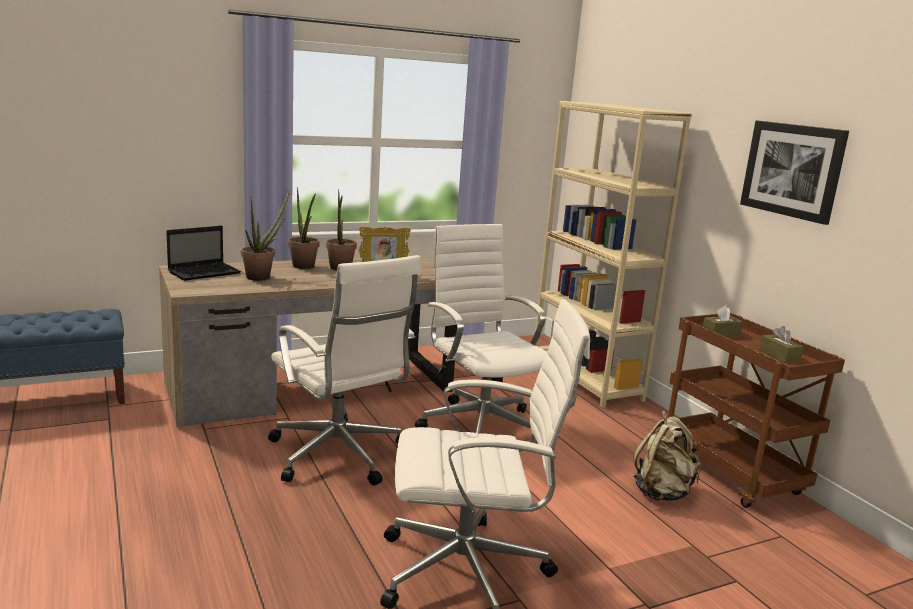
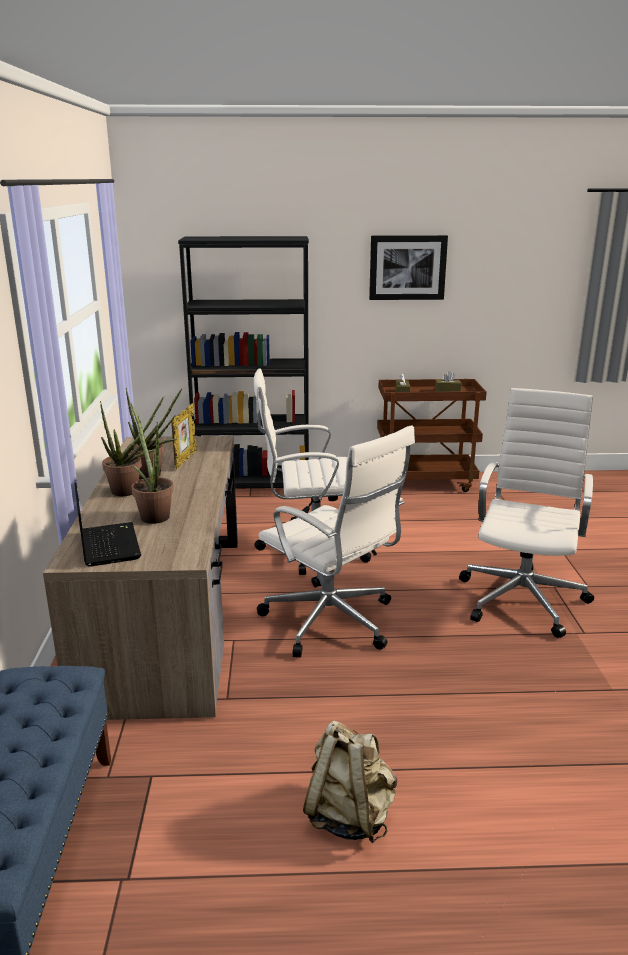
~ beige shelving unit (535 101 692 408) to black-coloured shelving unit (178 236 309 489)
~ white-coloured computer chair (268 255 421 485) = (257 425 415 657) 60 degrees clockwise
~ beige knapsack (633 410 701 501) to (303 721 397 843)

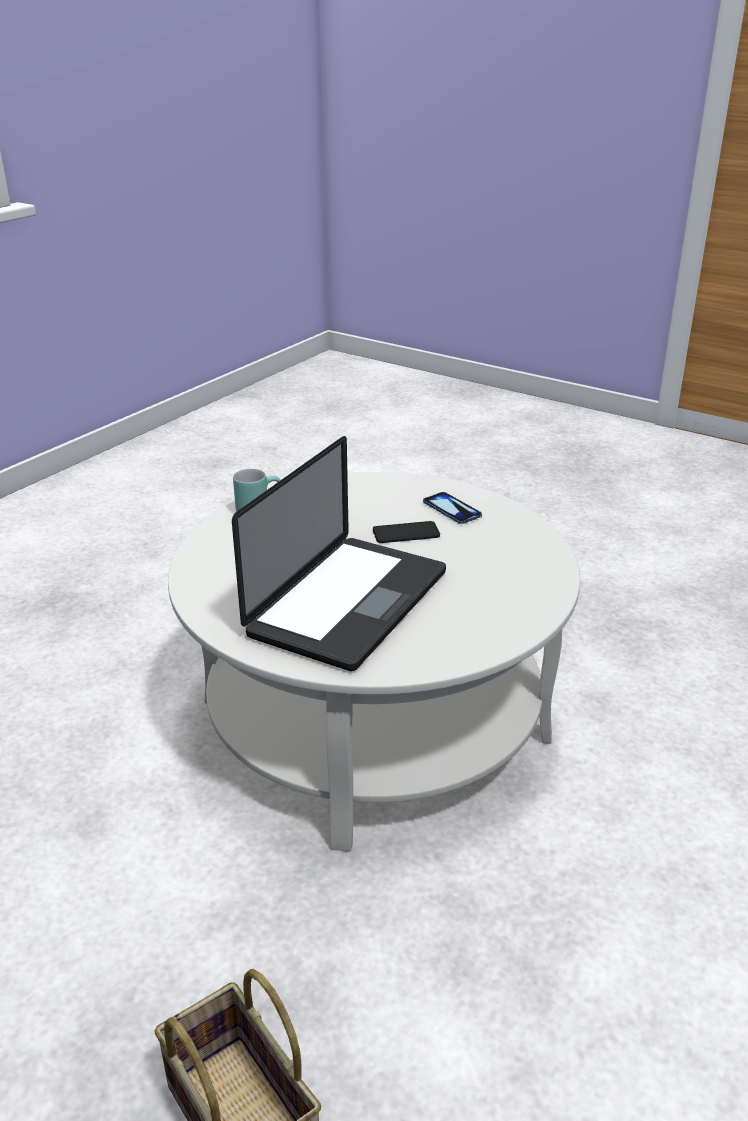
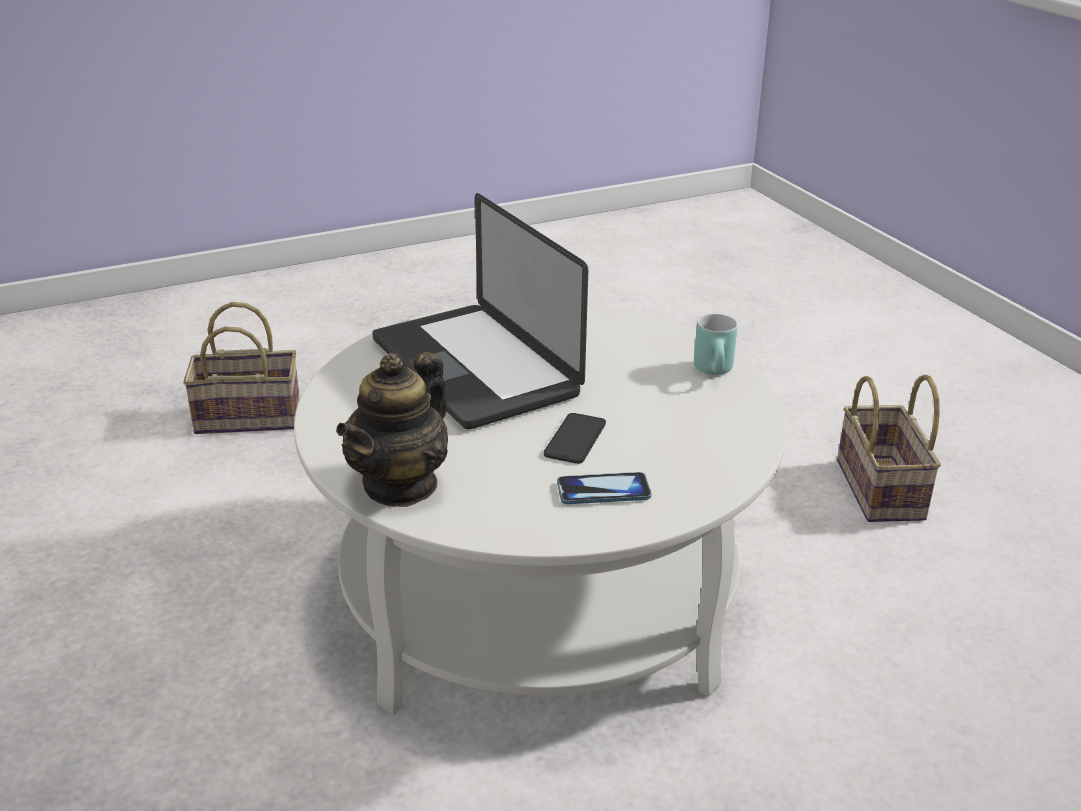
+ pot for tea (336 352 448 507)
+ household basket (837 374 941 522)

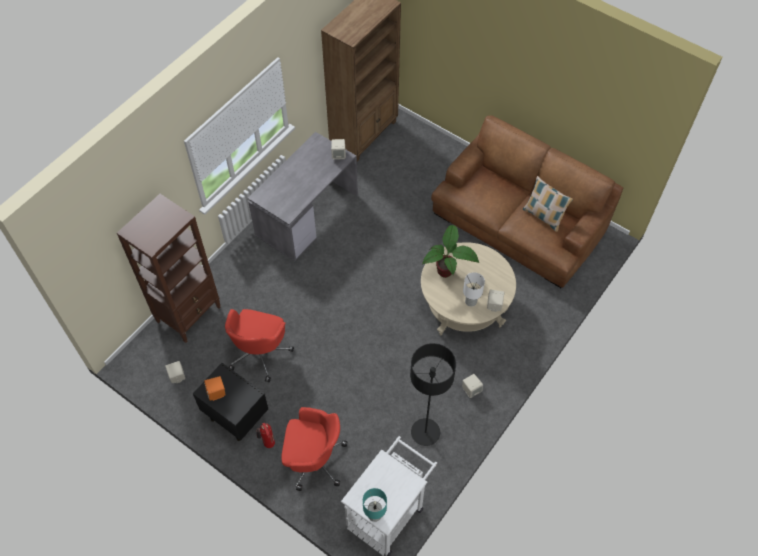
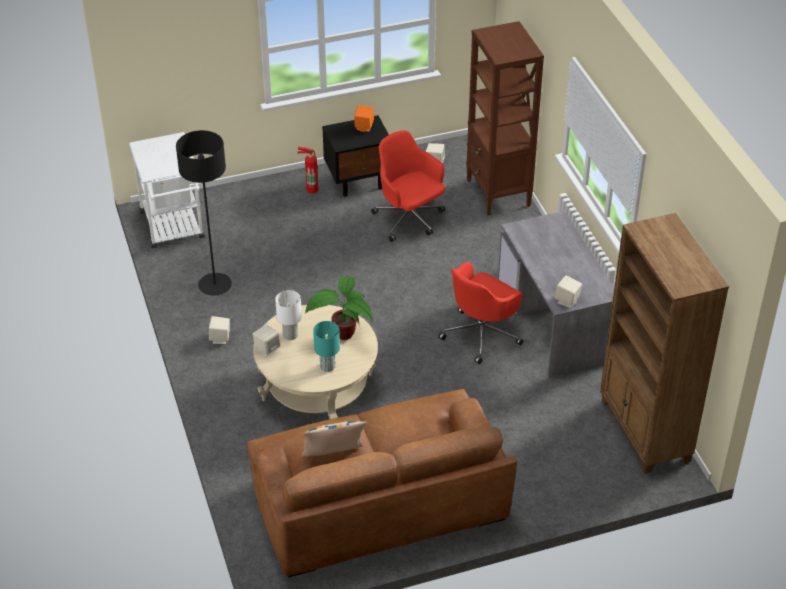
~ turquoise-coloured lamp for a table (363 488 387 522) to (313 321 340 372)
~ red-coloured computer chair (281 407 347 491) to (438 262 524 364)

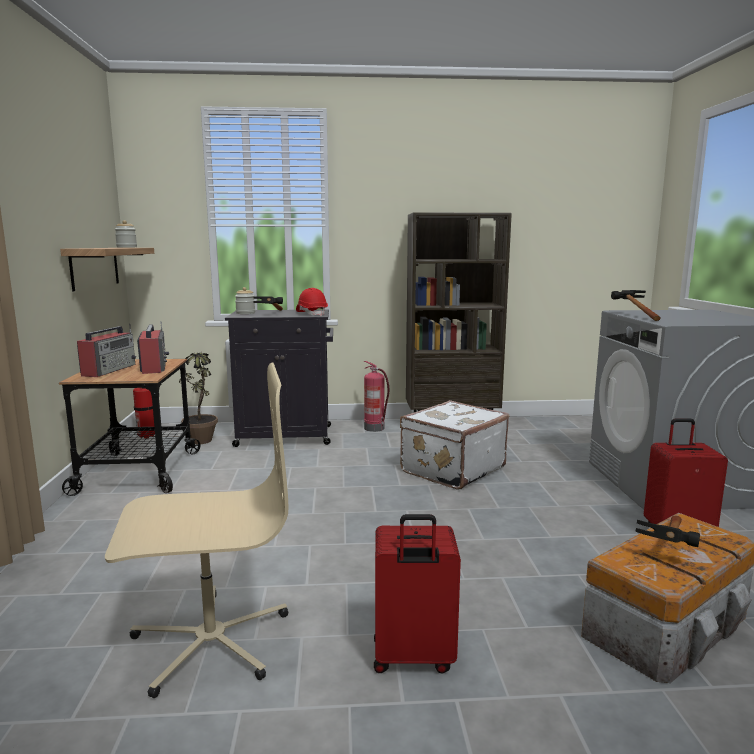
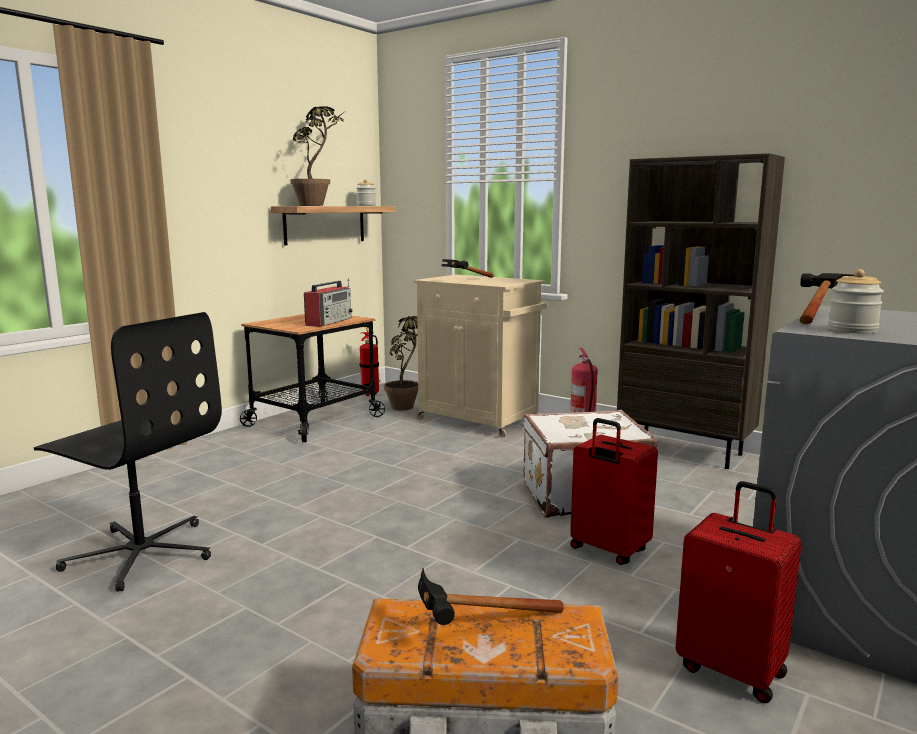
~ beige computer chair (105 363 289 698) to black-coloured computer chair (34 312 222 592)
+ plant in a pot (290 106 344 206)
~ black-coloured cabinet (225 310 333 447) to beige cabinet (414 275 547 438)
~ red-coloured piece of luggage (374 514 461 674) to (570 418 658 565)
~ jar (235 287 255 314) to (828 269 884 334)
- radio (77 324 136 377)
- red-coloured hard hat (296 288 328 316)

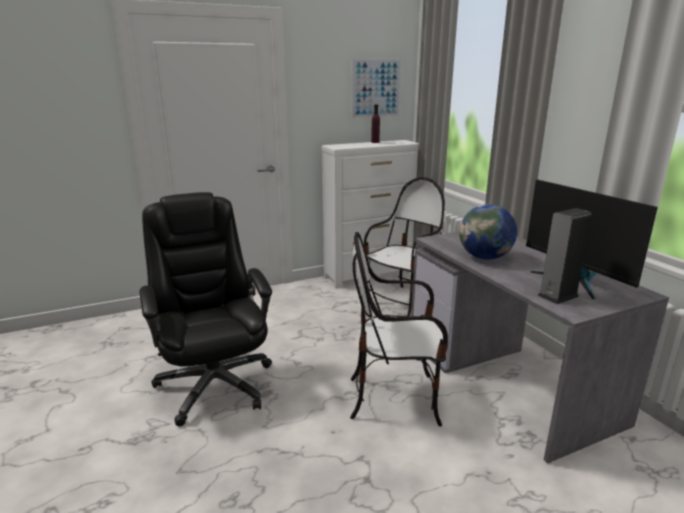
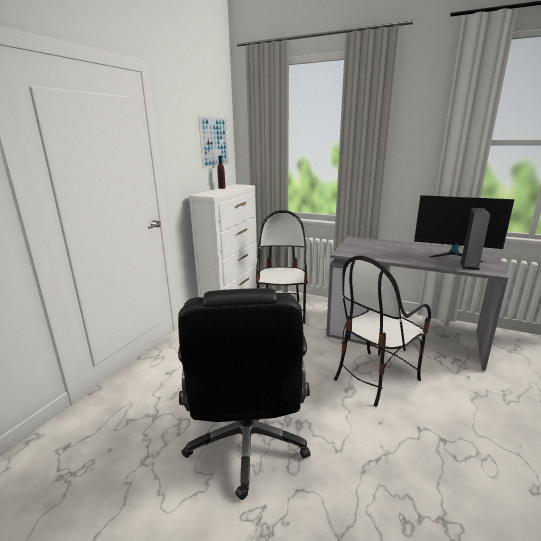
~ black-coloured computer chair (139 192 272 426) = (178 288 311 500) 120 degrees counterclockwise
- desk globe (459 204 517 260)

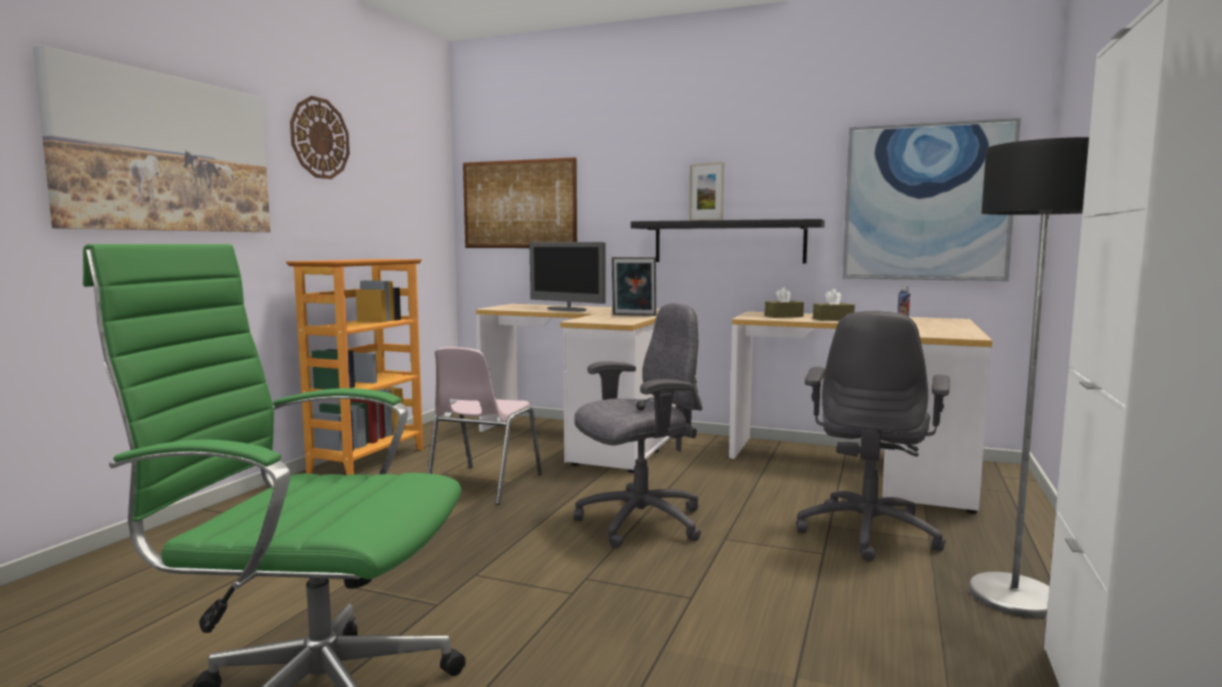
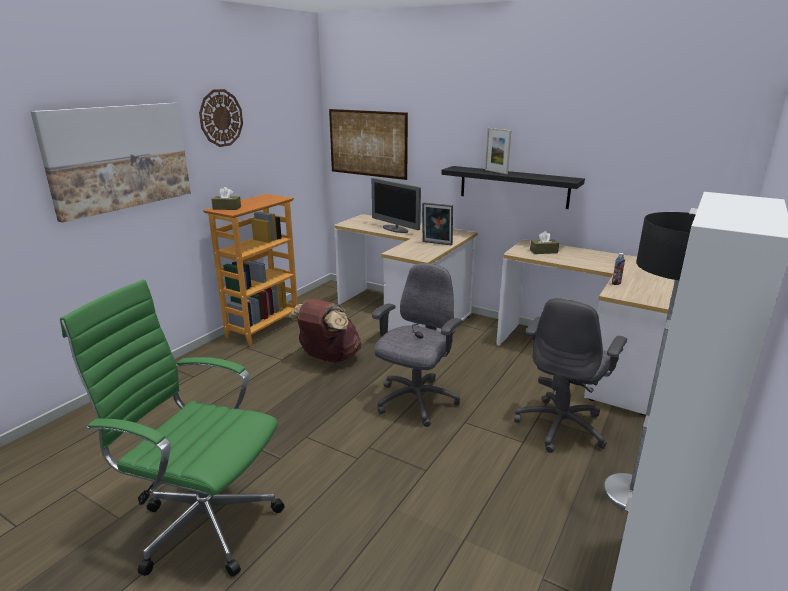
~ brown tissue box (813 289 855 321) to (211 187 241 210)
~ pink-coloured upright chair (427 347 542 505) to brown knapsack (288 299 361 363)
~ greyish computer chair (573 303 702 548) = (372 263 462 427) 45 degrees counterclockwise
- wall art (842 118 1021 281)

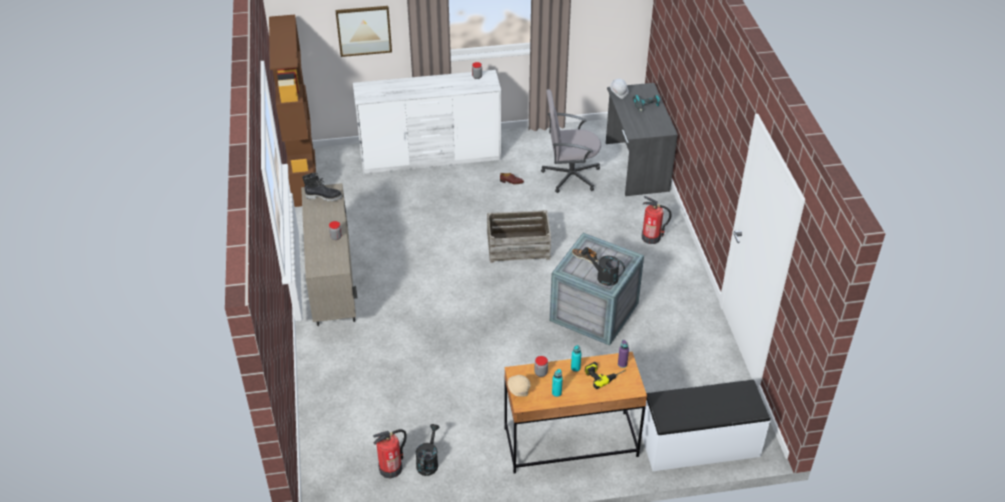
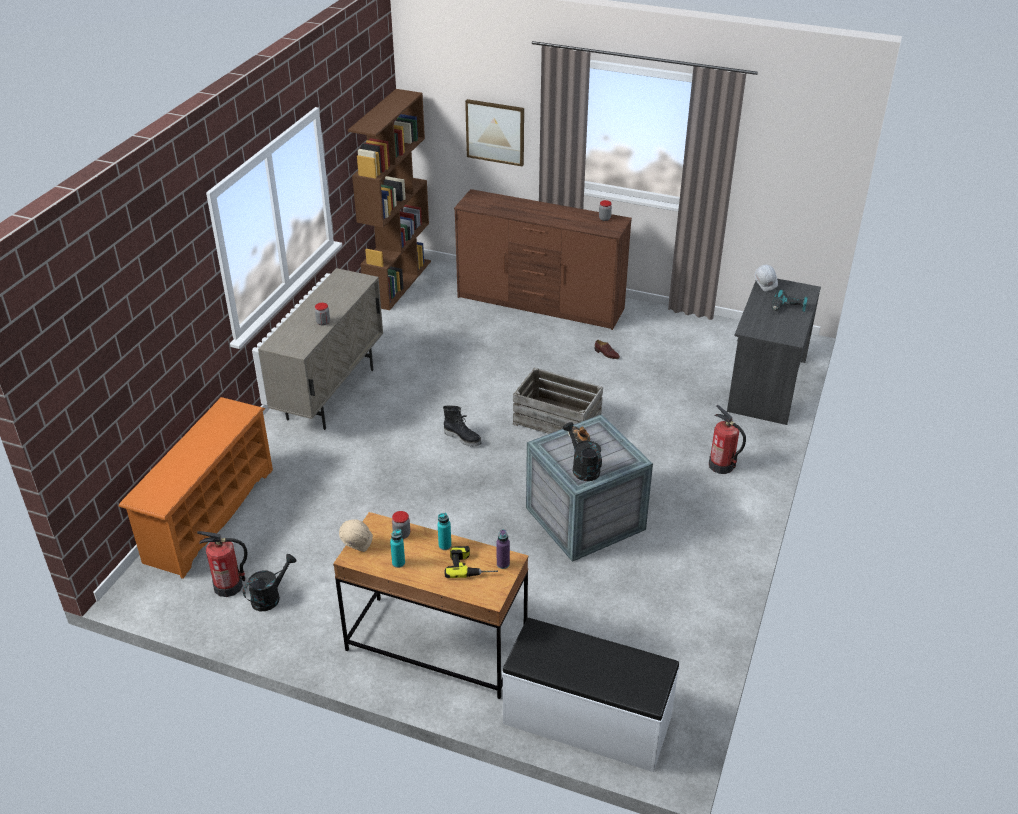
+ orange-coloured shoe shelf (118 397 273 579)
~ black-coloured boot (302 173 342 202) to (443 405 481 447)
~ white-coloured dresser (353 70 501 175) to brown dresser (454 189 632 330)
- greyish computer chair (541 89 601 193)

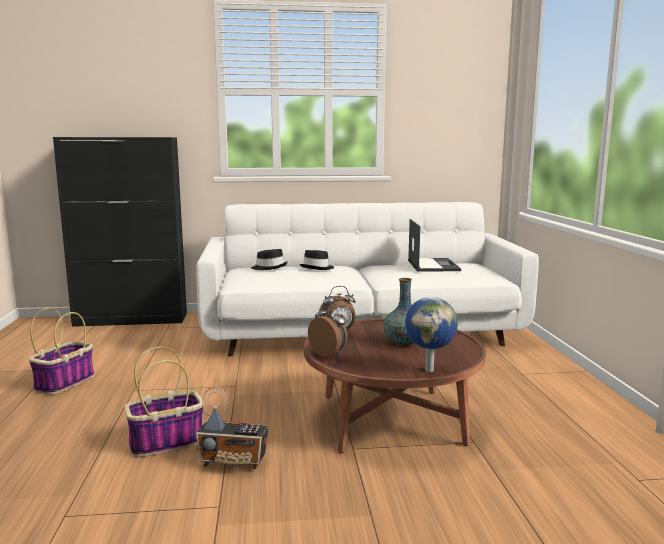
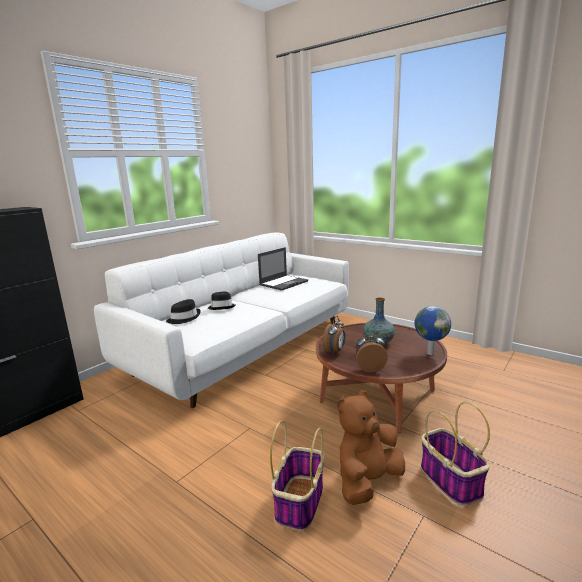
~ notebook computer (408 219 461 272) = (258 247 308 291) 90 degrees clockwise
~ radio (196 387 268 469) to brown plush toy (337 390 405 505)
~ household basket (29 308 94 395) to (421 401 490 506)

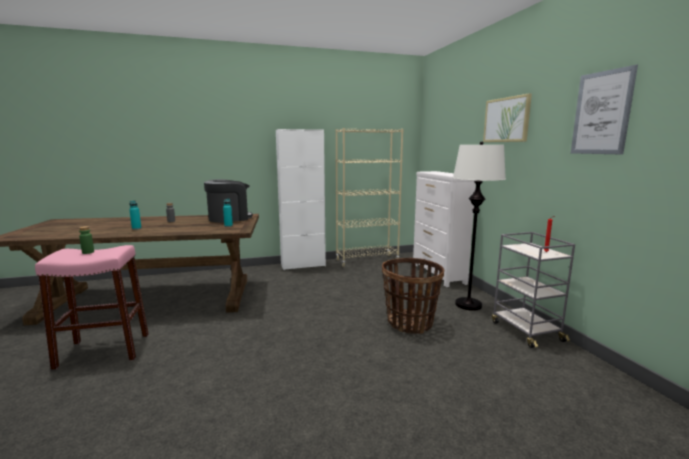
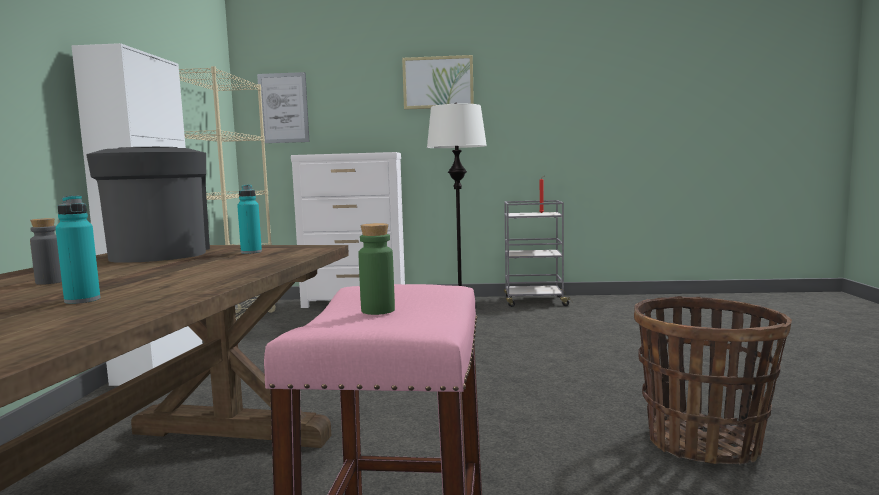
~ wall art (571 65 638 154) to (257 72 309 143)
~ household basket (382 258 444 334) to (634 296 792 465)

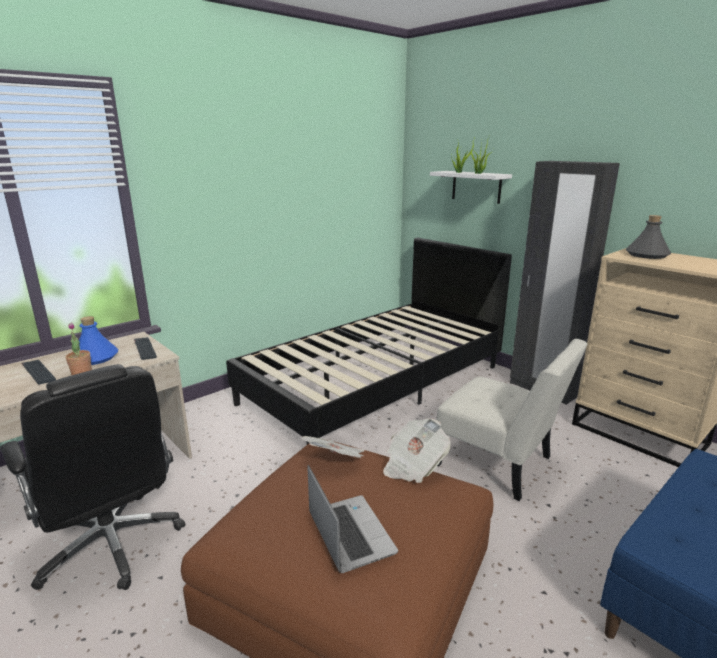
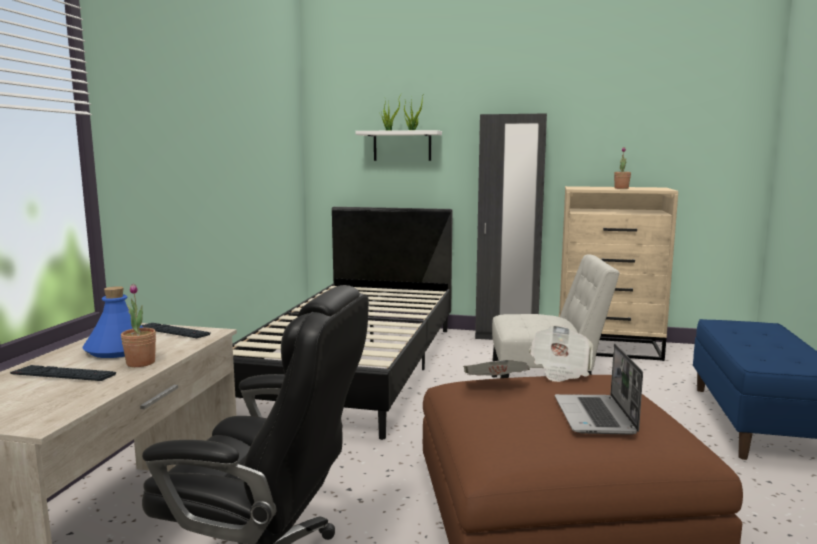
~ notebook computer (308 465 398 573) = (555 344 643 435) 120 degrees counterclockwise
+ plant in a pot (614 147 631 189)
- greyish drink bottle (626 215 671 259)

